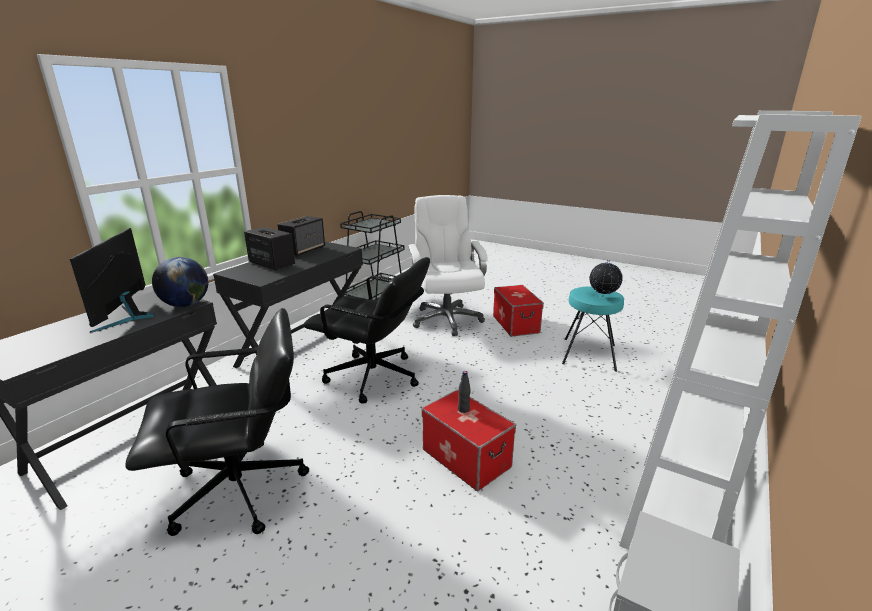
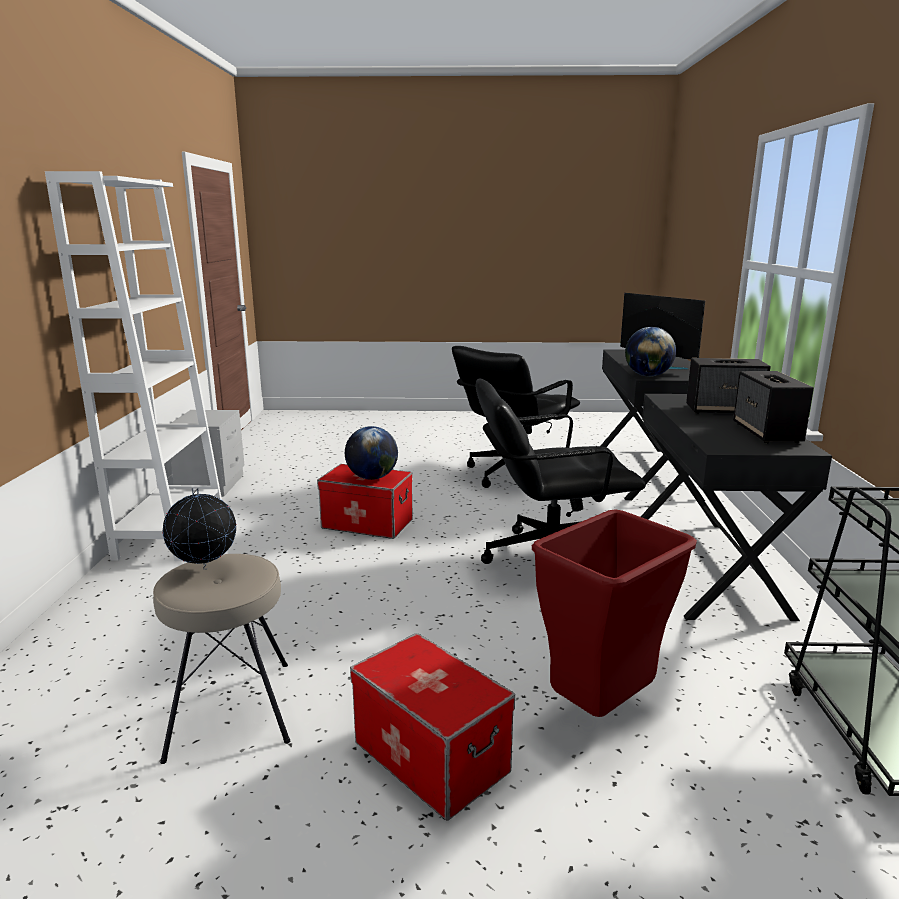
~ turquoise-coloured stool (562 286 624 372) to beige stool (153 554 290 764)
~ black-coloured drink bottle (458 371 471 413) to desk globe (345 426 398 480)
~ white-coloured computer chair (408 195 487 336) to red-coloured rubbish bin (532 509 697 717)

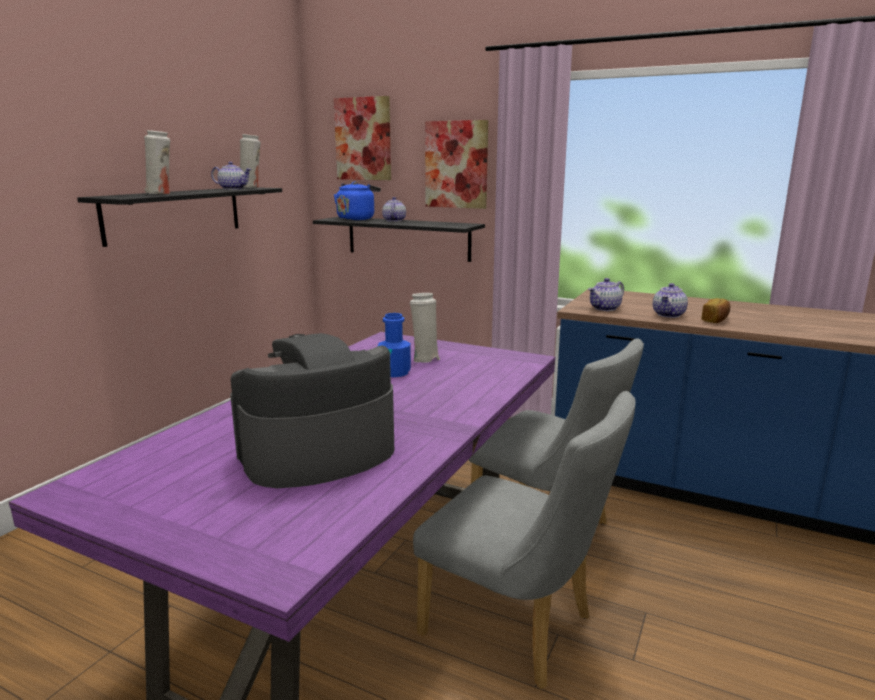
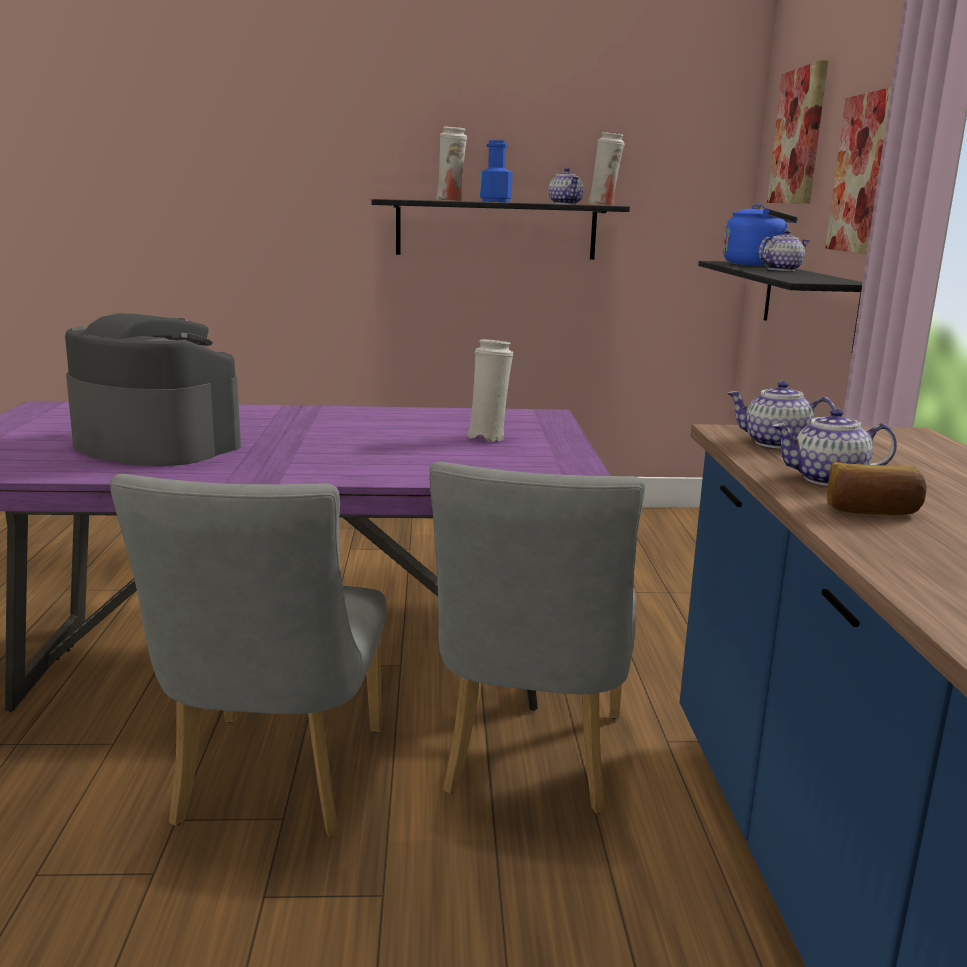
~ blue drink bottle (378 313 411 377) to (480 140 513 202)

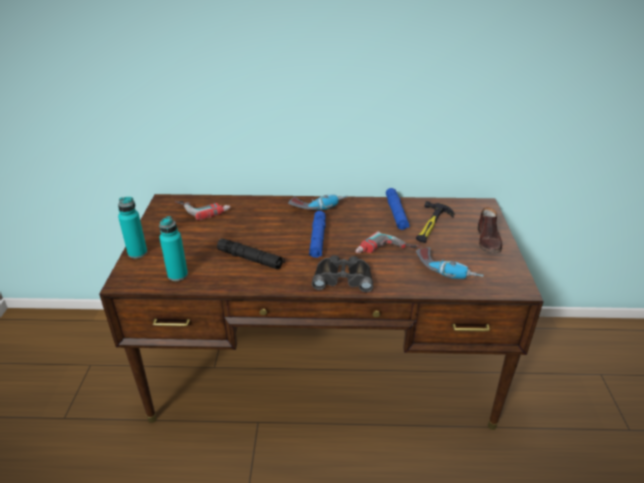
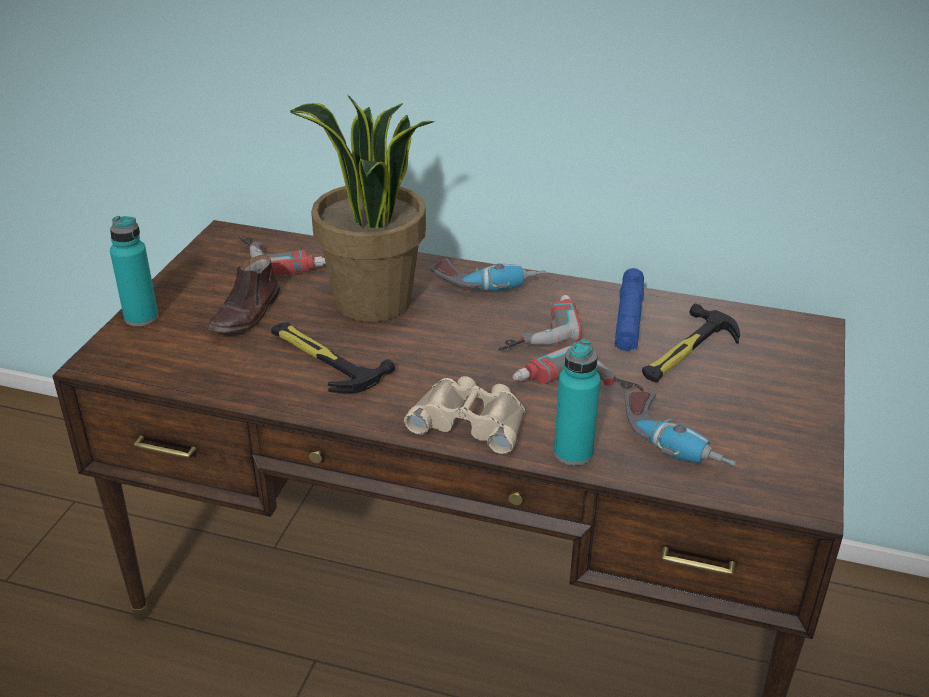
~ brown low shoe (478 207 502 253) to (208 254 280 333)
~ black-coloured torch (217 238 285 269) to hand hammer (271 322 395 393)
+ plant in a pot (290 95 436 322)
~ black-coloured binoculars (312 255 373 292) to beige binoculars (404 376 525 455)
+ power drill (498 295 582 350)
~ turquoise-coloured drink bottle (159 216 188 281) to (554 339 600 466)
- blue torch (309 211 326 258)

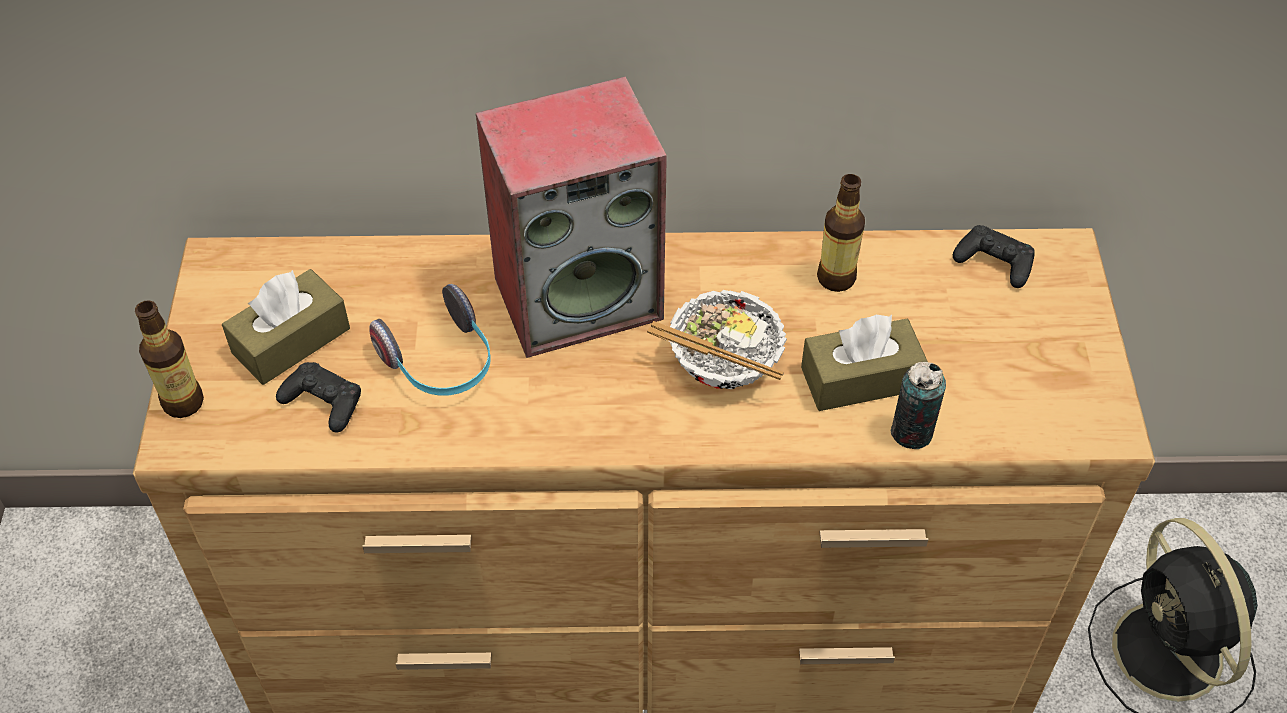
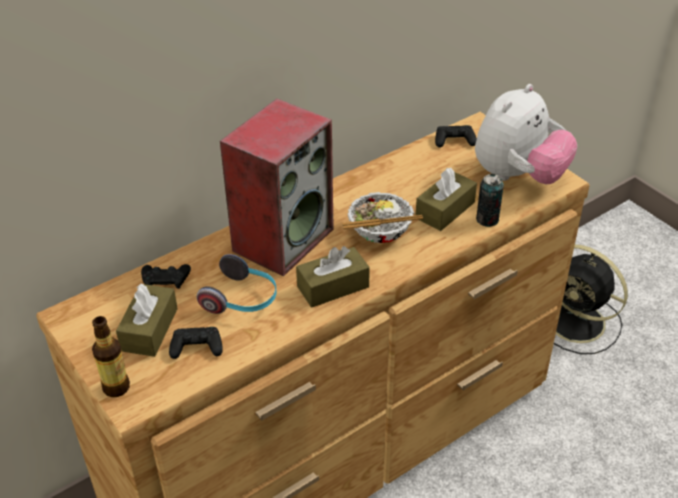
+ black-coloured gamepad (141 264 191 289)
+ brown tissue box (296 246 370 308)
+ plush toy (475 84 577 185)
- drink bottle (817 174 865 292)

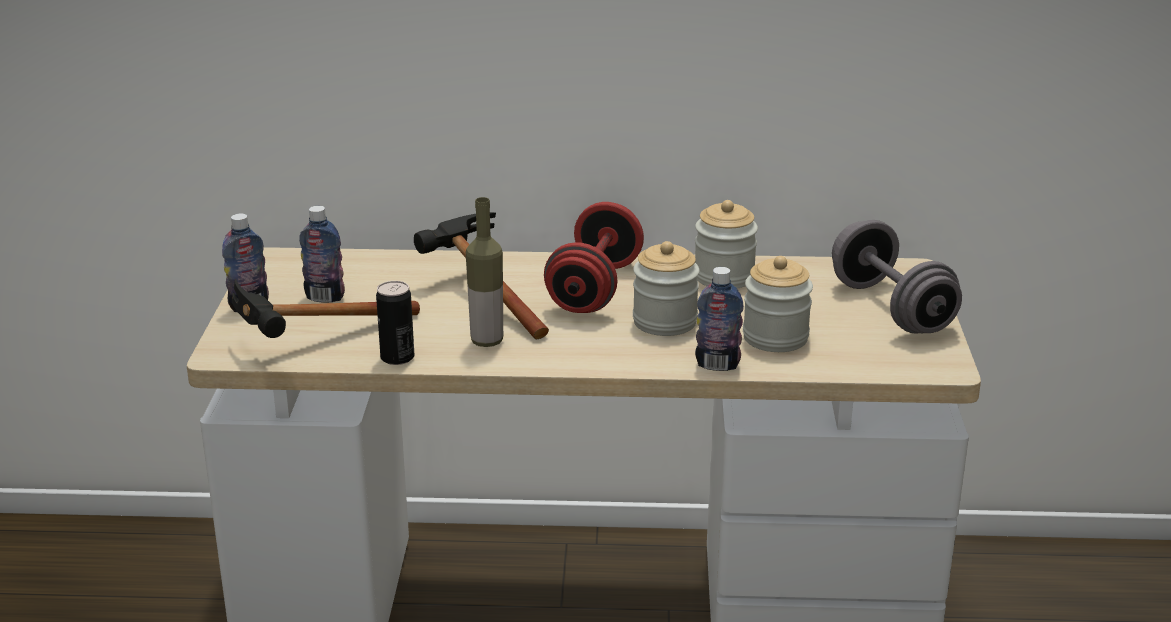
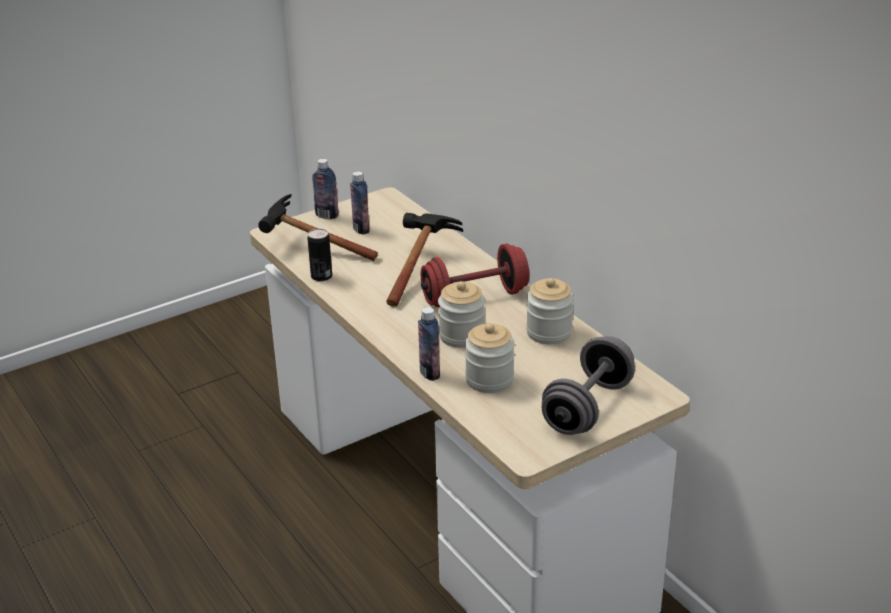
- drink bottle (466 197 503 347)

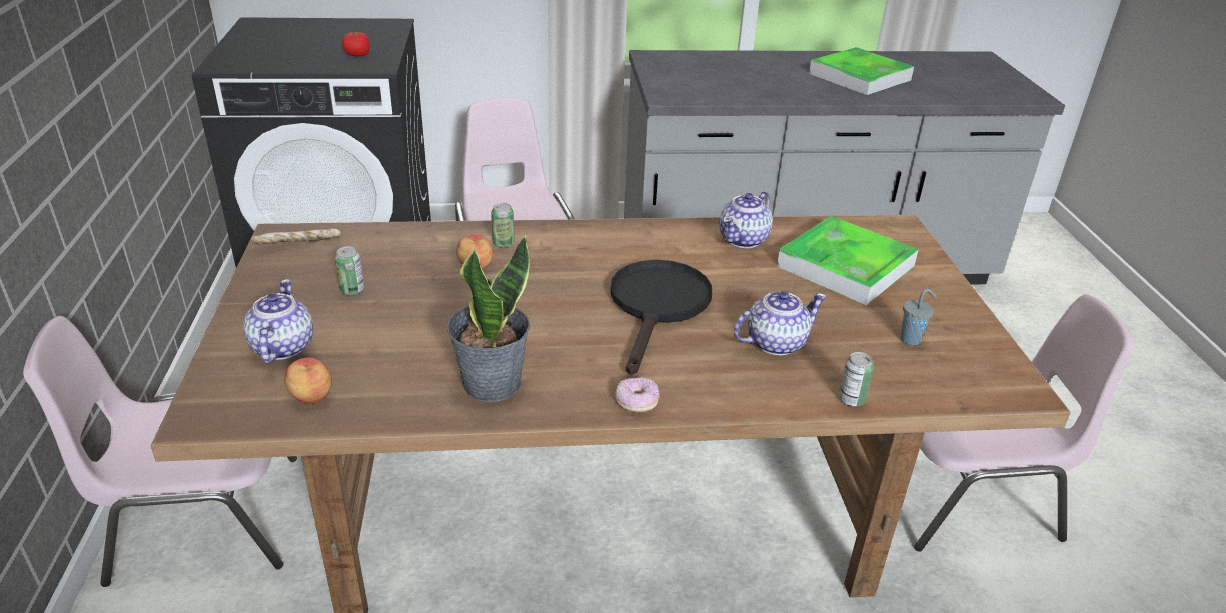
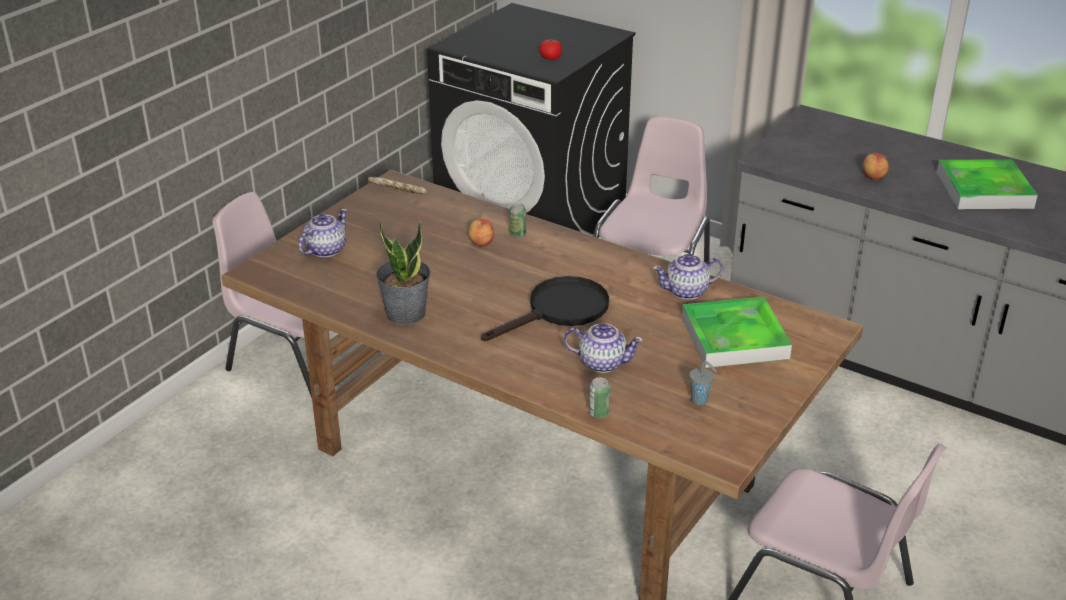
~ apple (284 357 332 404) to (862 153 889 180)
- sealed can (335 246 364 295)
- ring doughnut (615 377 660 412)

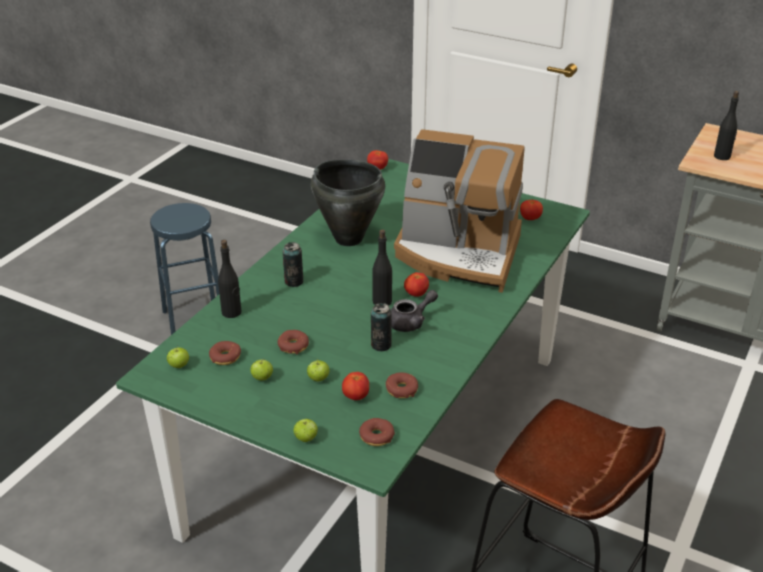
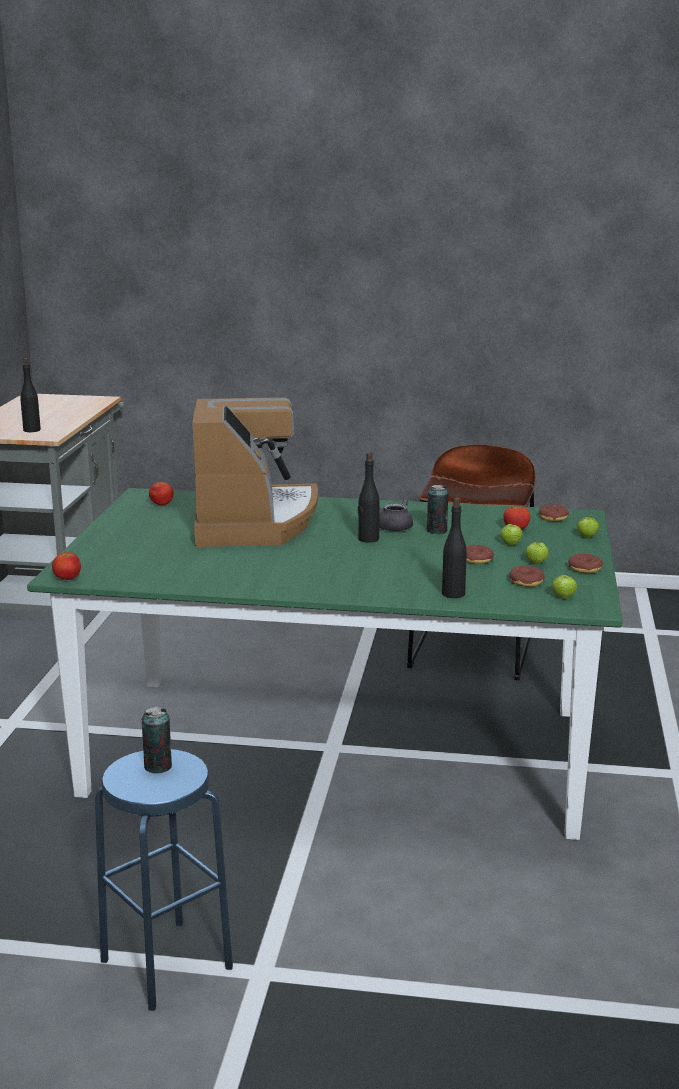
~ sealed can (283 242 303 287) to (141 706 172 773)
~ ring doughnut (386 372 418 398) to (568 554 603 573)
- black-coloured saucepot (311 159 385 246)
- fresh tomato (404 272 429 297)

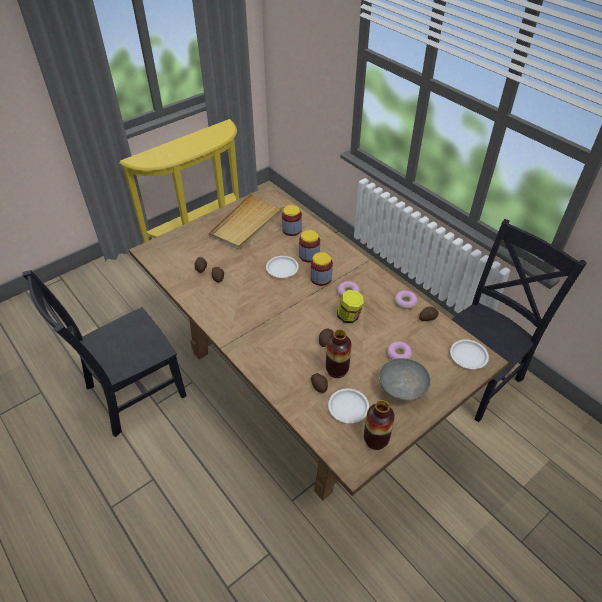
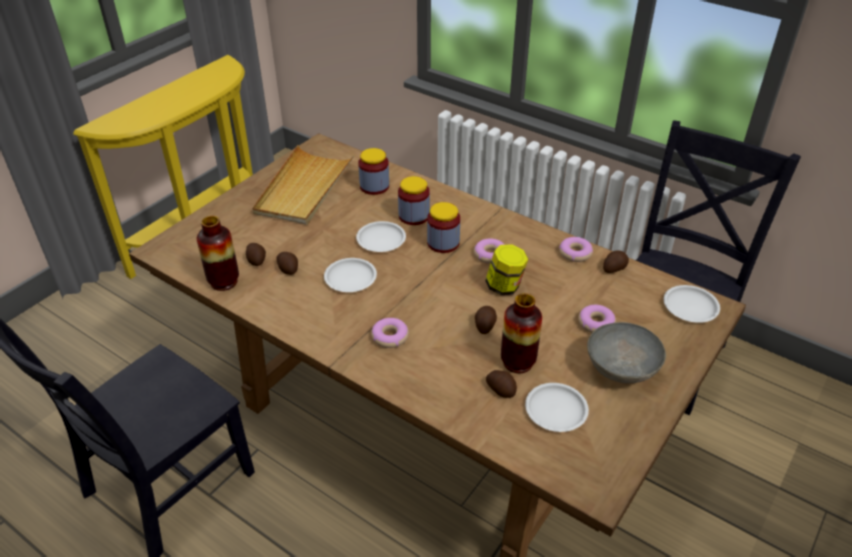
~ vase (364 400 395 450) to (197 216 239 291)
+ white-coloured flat dish (324 258 377 292)
+ ring doughnut (371 318 409 348)

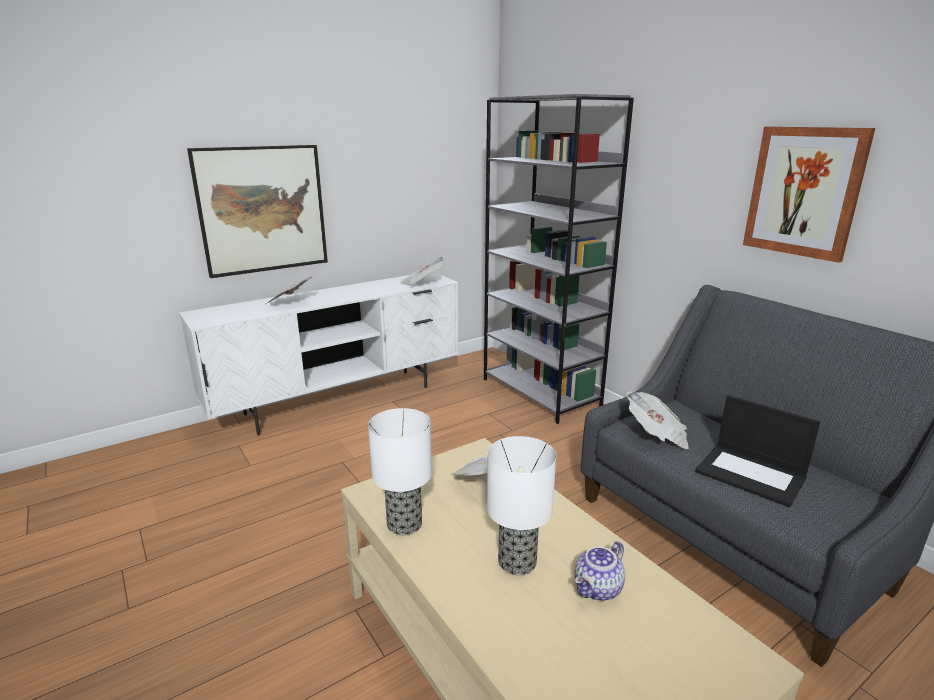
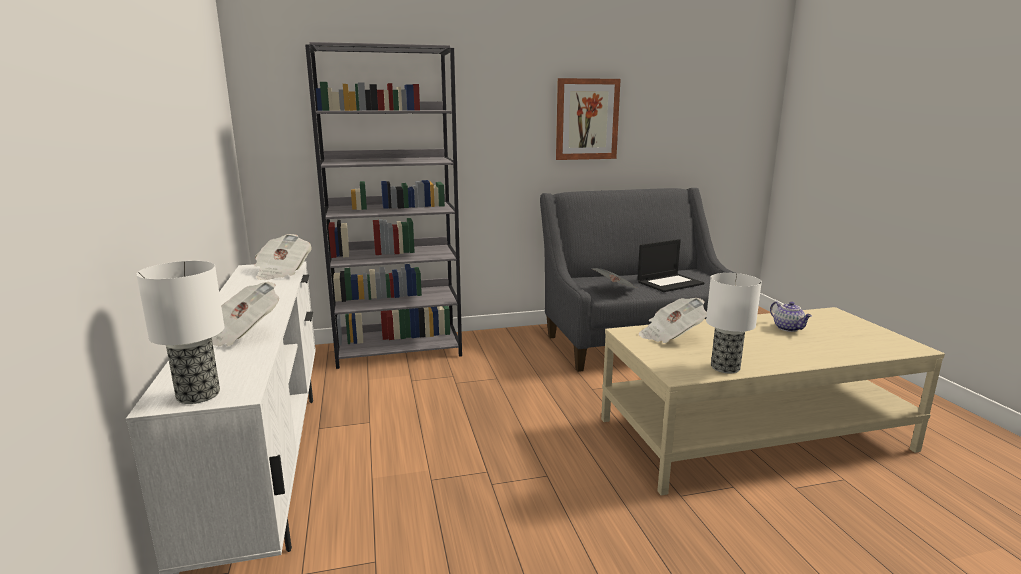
~ lamp for a table (487 436 556 575) to (136 261 224 404)
- wall art (187 145 328 278)

